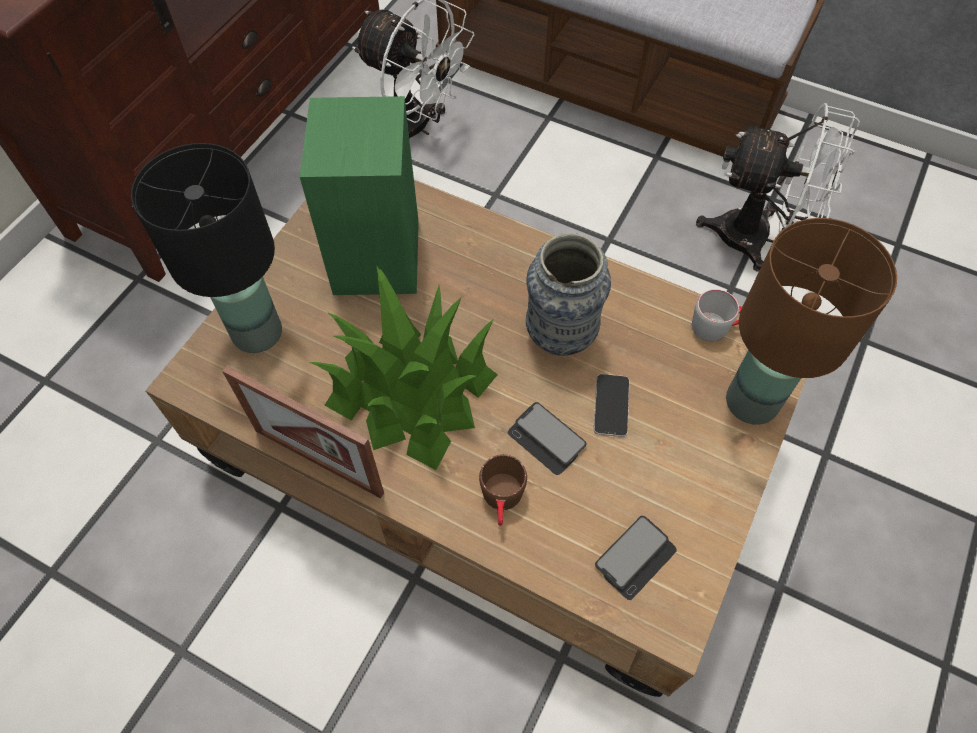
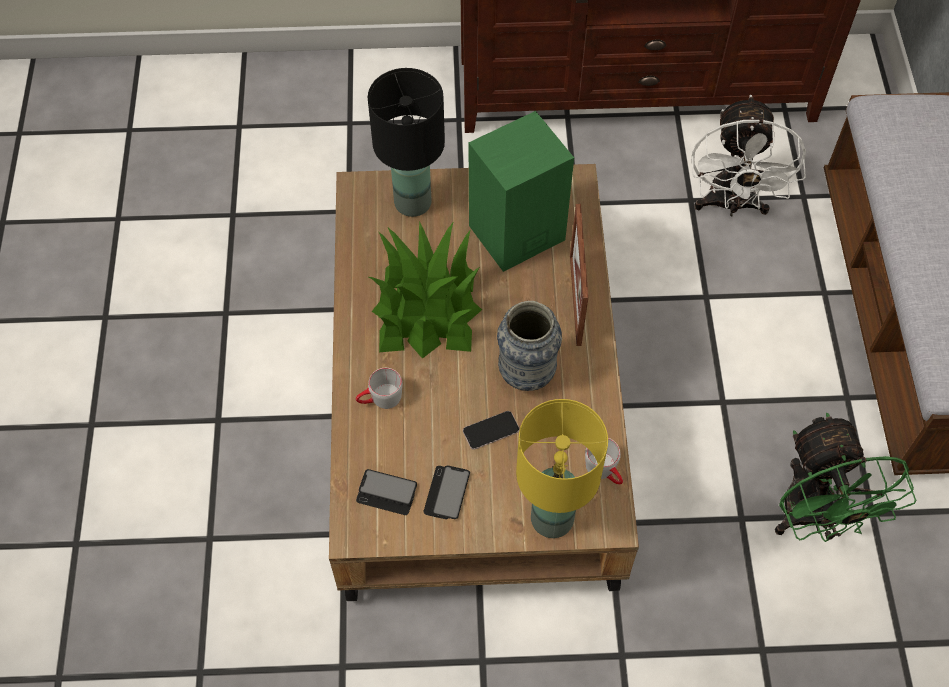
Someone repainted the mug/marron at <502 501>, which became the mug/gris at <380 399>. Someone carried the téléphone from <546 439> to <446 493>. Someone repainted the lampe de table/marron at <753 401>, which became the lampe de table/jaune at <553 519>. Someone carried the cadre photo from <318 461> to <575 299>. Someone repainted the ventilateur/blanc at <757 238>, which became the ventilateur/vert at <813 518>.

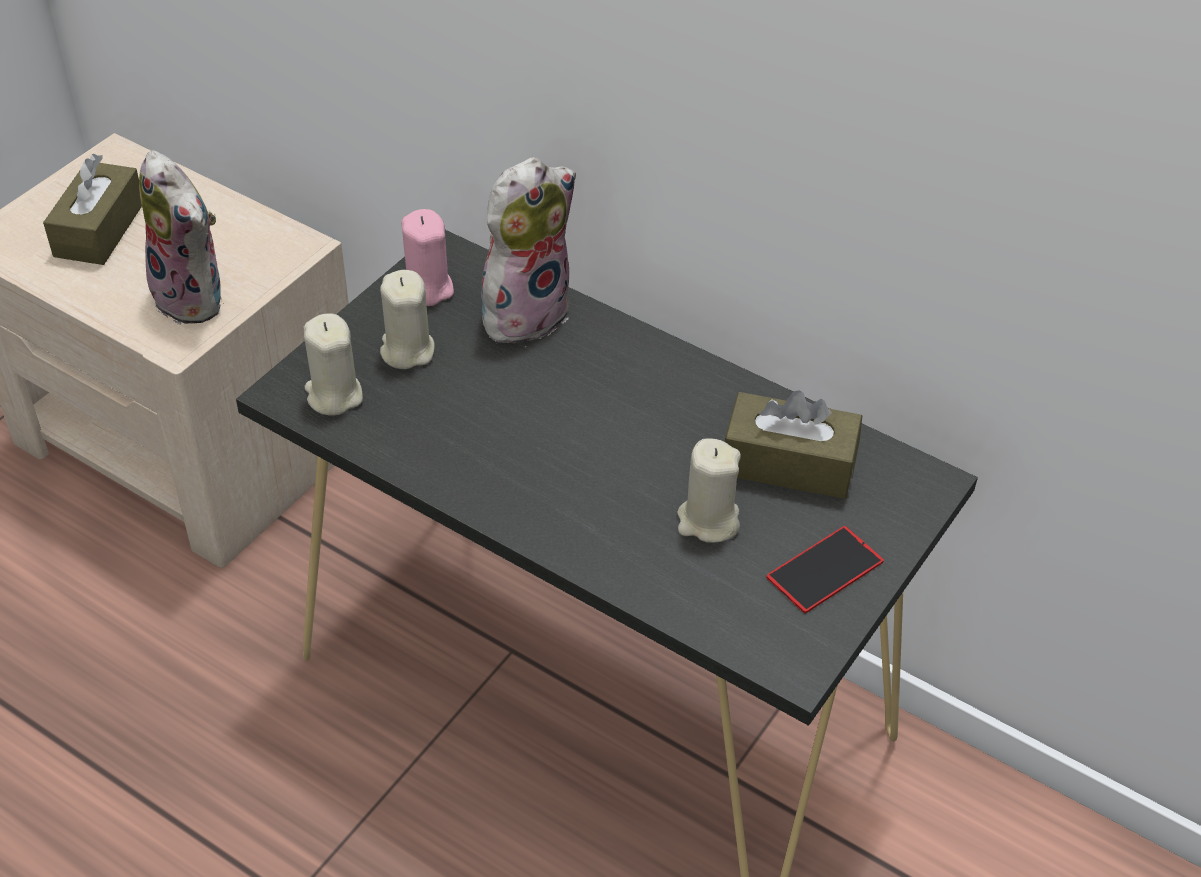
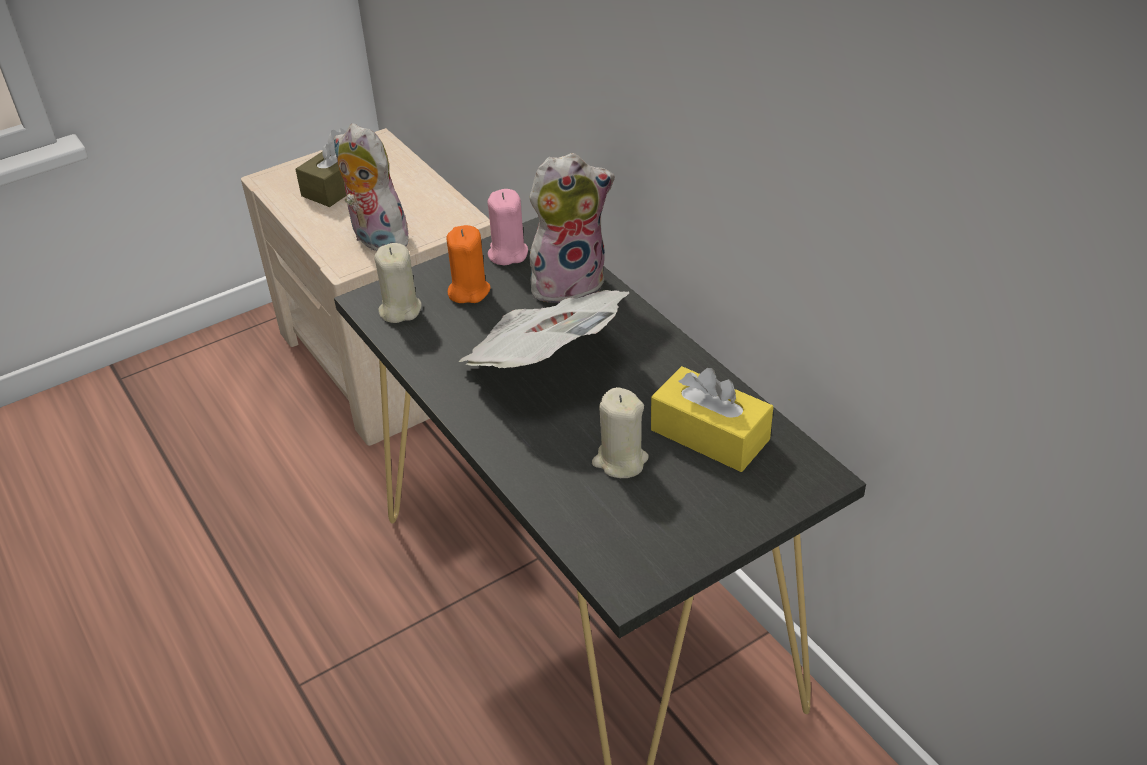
Someone rotated the peluche at <195 298> by 150 degrees clockwise. Someone repainted the bougie/beige at <407 350>, which became the bougie/orange at <468 291>. Someone put down the journal at <544 362>. Someone repainted the boîte à mouchoirs/marron at <788 463>, which became the boîte à mouchoirs/jaune at <709 435>. Someone took away the téléphone at <825 569>.

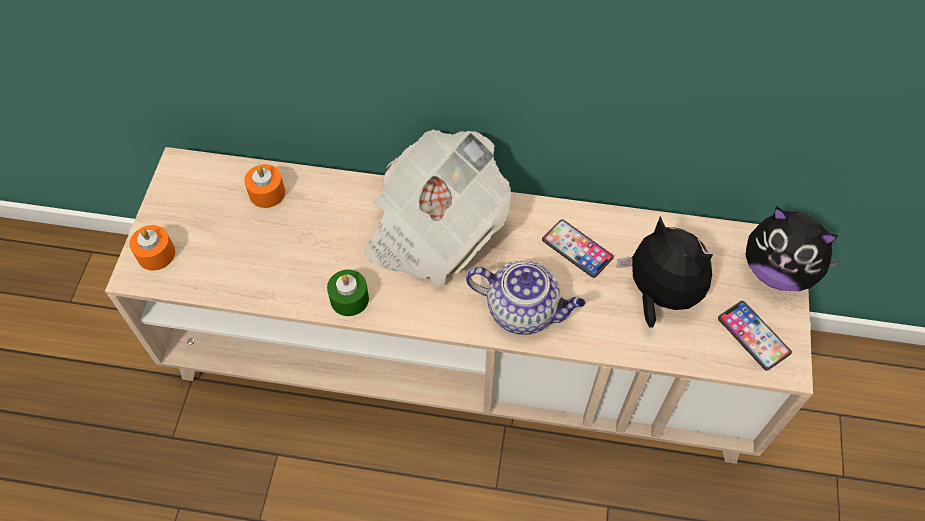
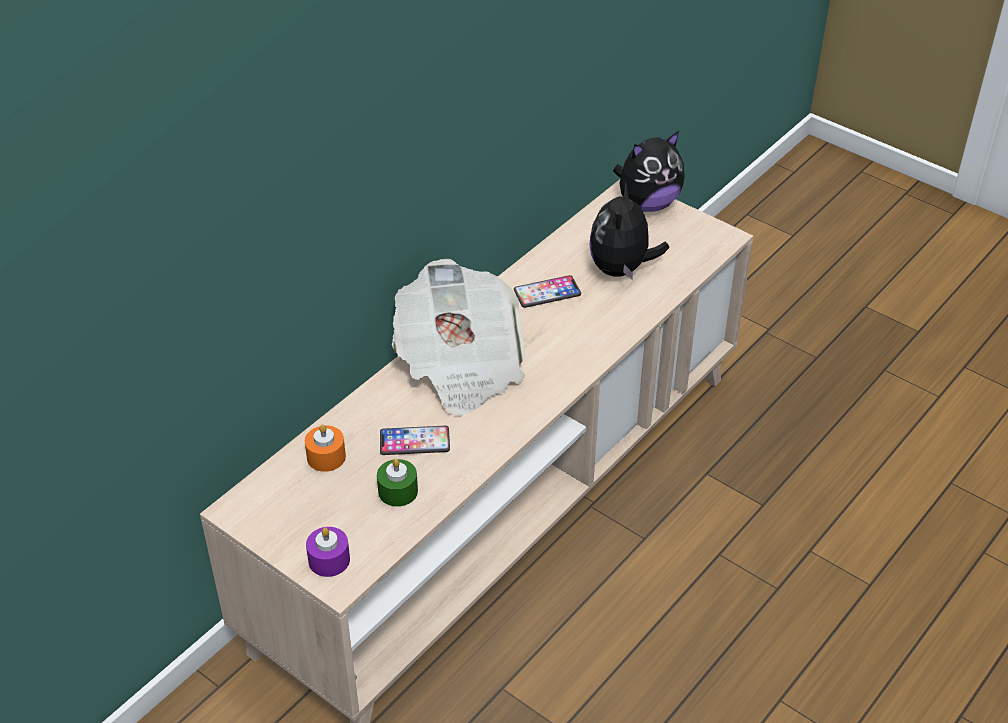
Someone repainted the bougie/orange at <156 254>, which became the bougie/violet at <329 560>. Someone carried the bougie/vert from <349 299> to <398 491>. Someone carried the téléphone from <753 336> to <414 441>. Someone rotated the peluche at <659 295> by 60 degrees counterclockwise. Someone took away the théière at <524 310>.

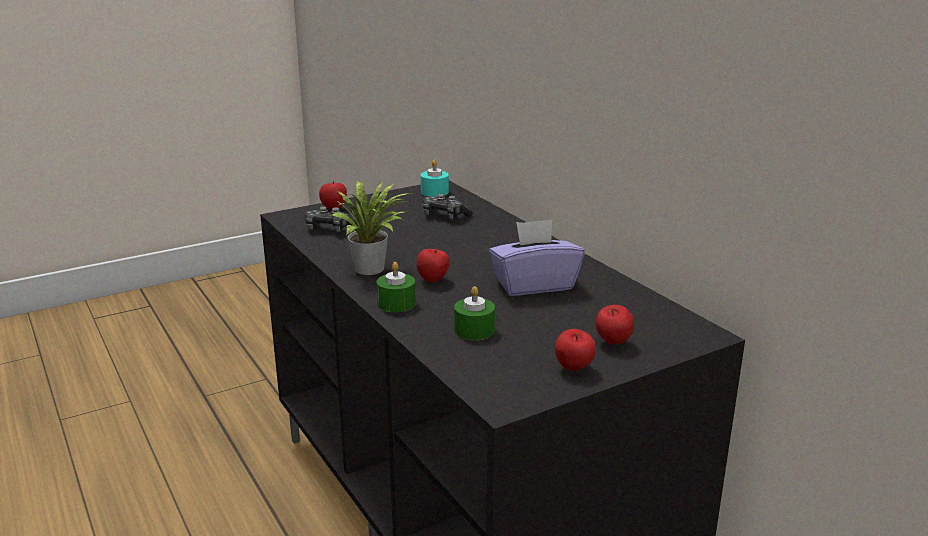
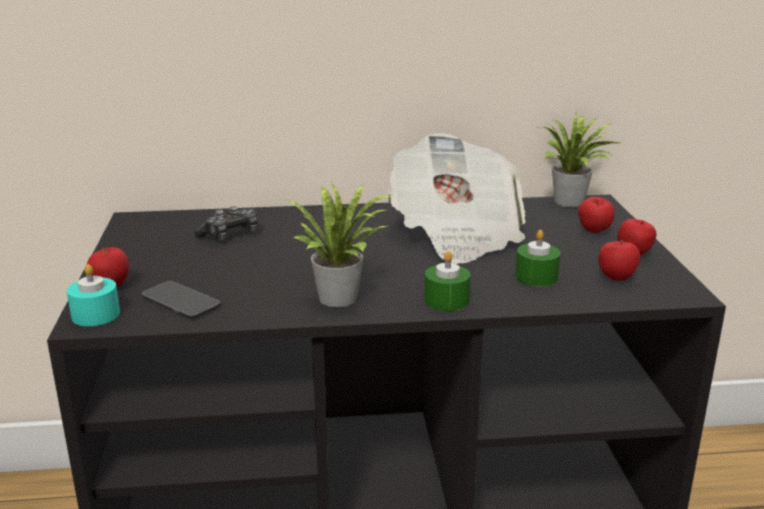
Someone carried the bougie/turquoise from <434 192> to <95 315>. Someone swapped the manette at <329 229> for the téléphone at <181 301>. Someone swapped the boîte à mouchoirs/violet at <534 285> for the journal at <456 233>. Someone put down the plante en pot at <571 203>. Someone carried the pomme from <433 281> to <616 278>.

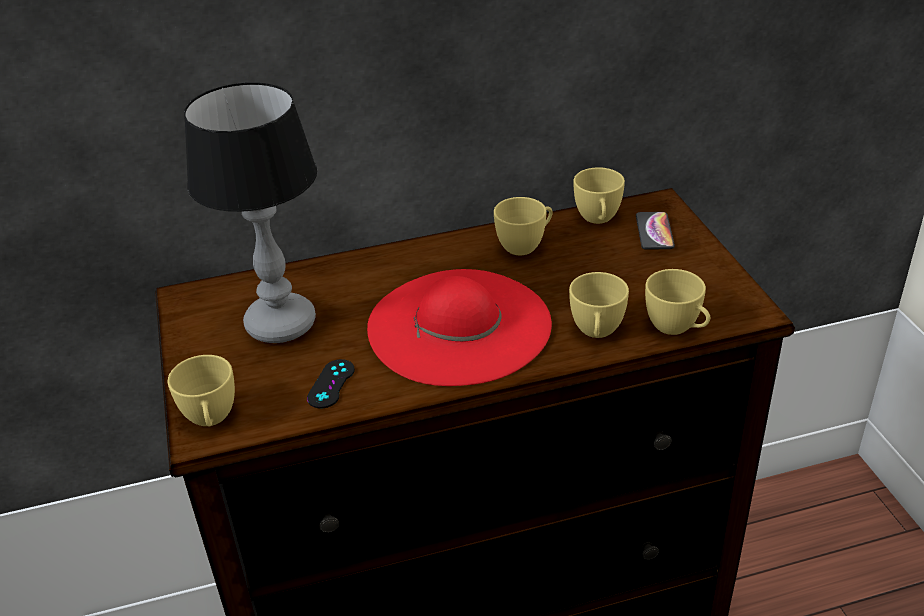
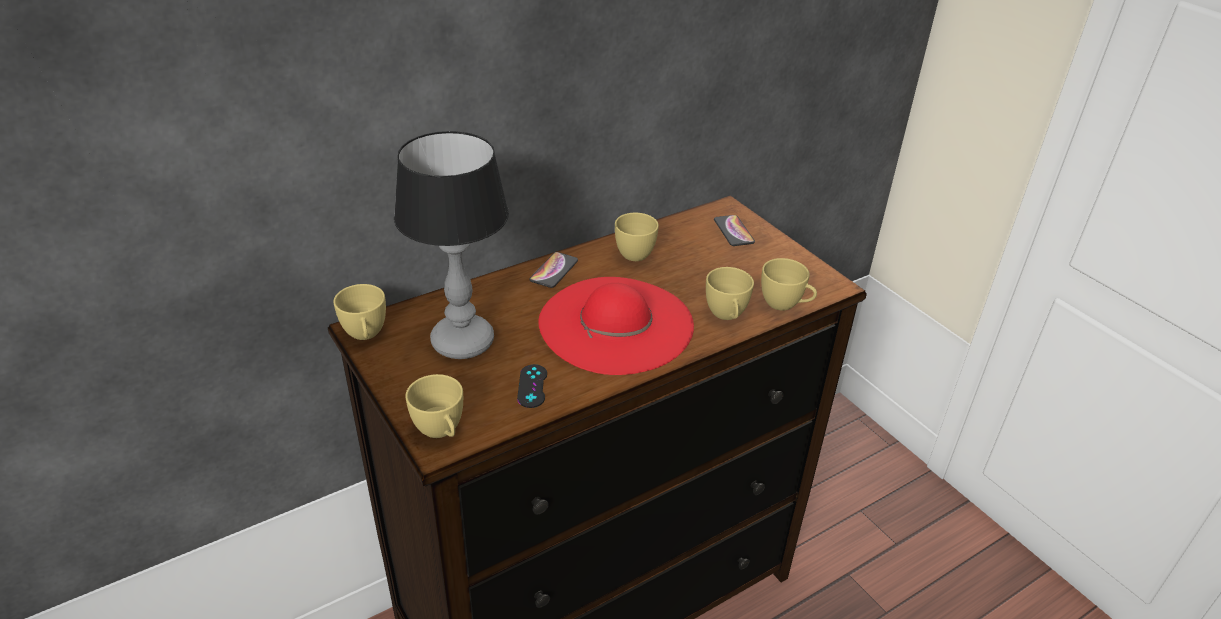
Someone carried the tasse/jaune from <598 220> to <365 335>. Someone put down the téléphone at <554 270>.

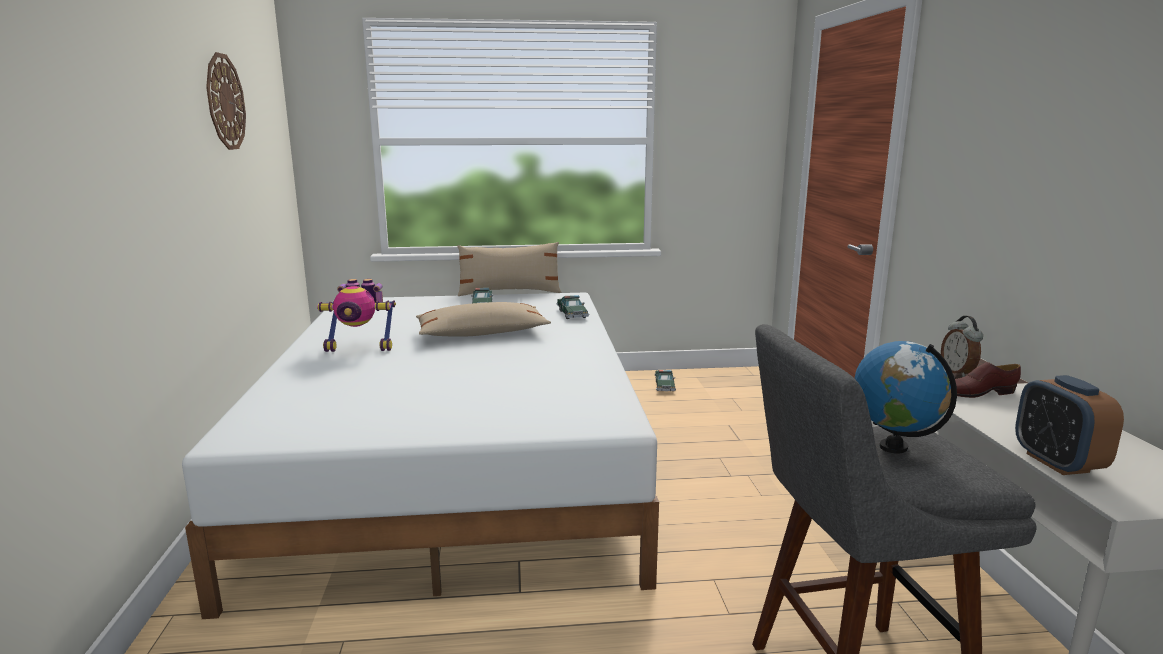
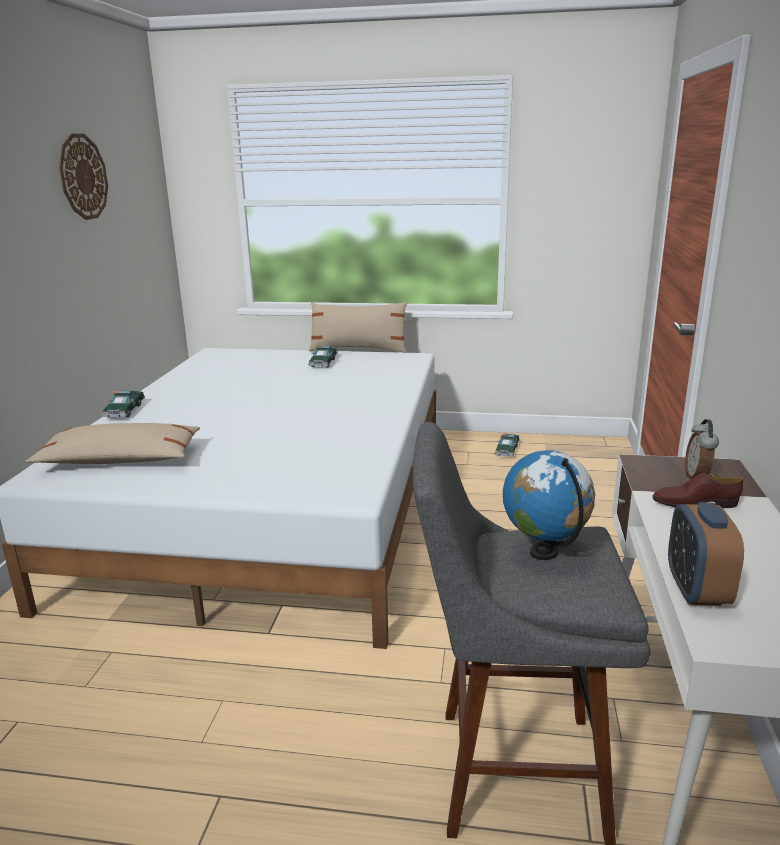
Someone carried the coussin/beige from <482 333> to <120 460>. Someone carried the petite voiture from <572 314> to <125 411>. Someone took away the robot jouet at <361 348>.

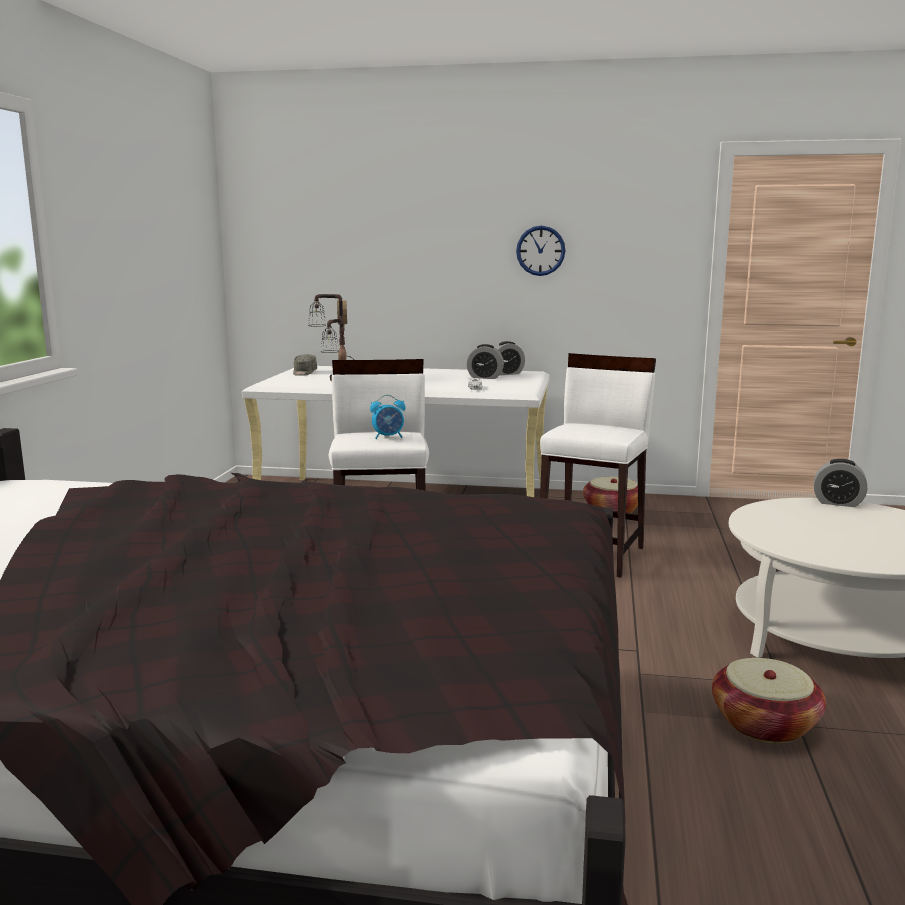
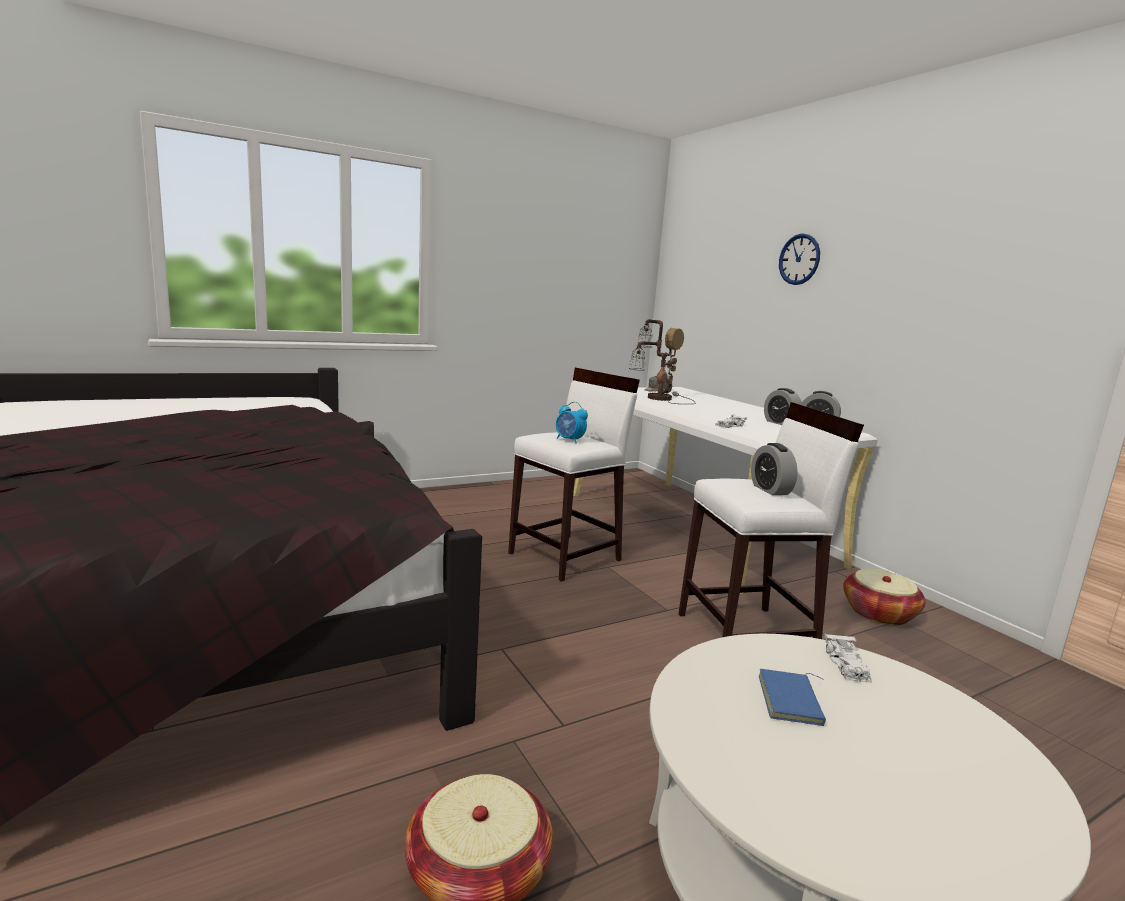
Someone carried the réveil from <838 503> to <770 490>. Someone put down the livre/bleu at <792 701>. Someone carried the horloge murale from <540 250> to <799 259>. Someone put down the petite voiture/blanc at <847 665>.

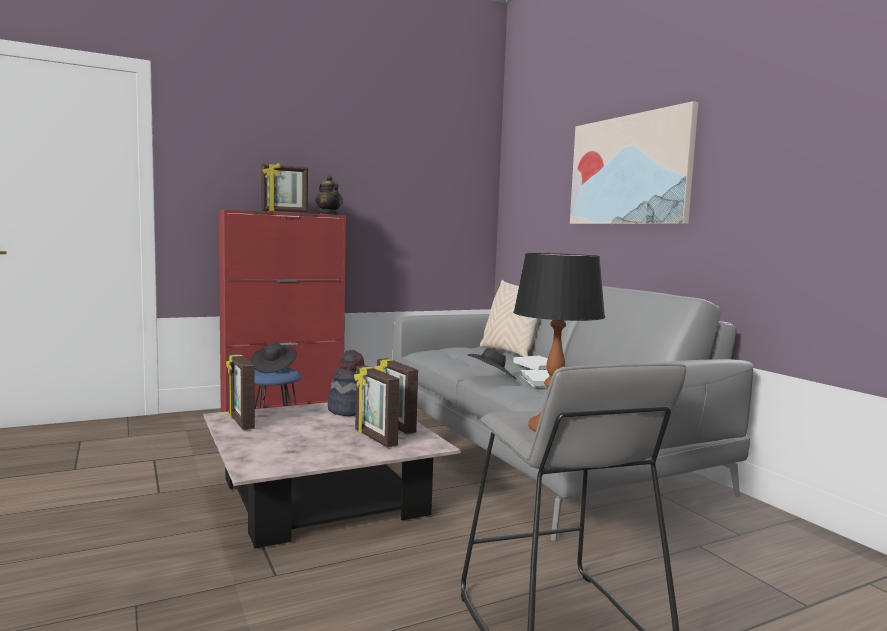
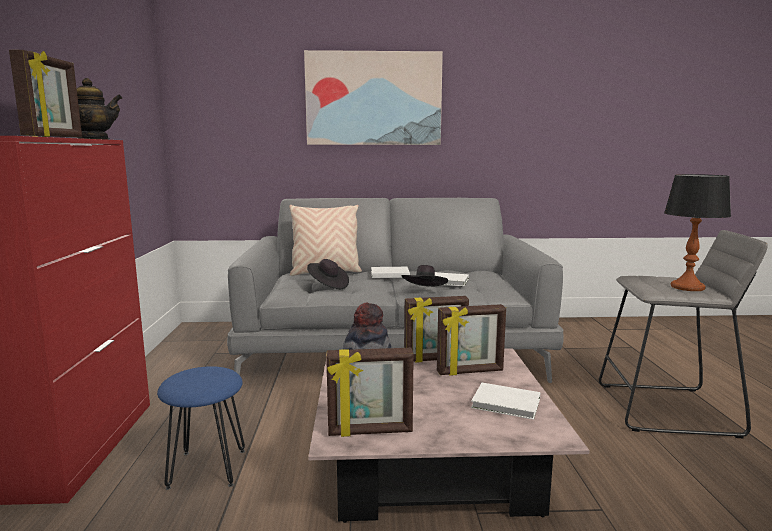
Someone carried the chapeau/noir from <273 369> to <328 285>. Someone put down the livre/blanc at <507 404>.

